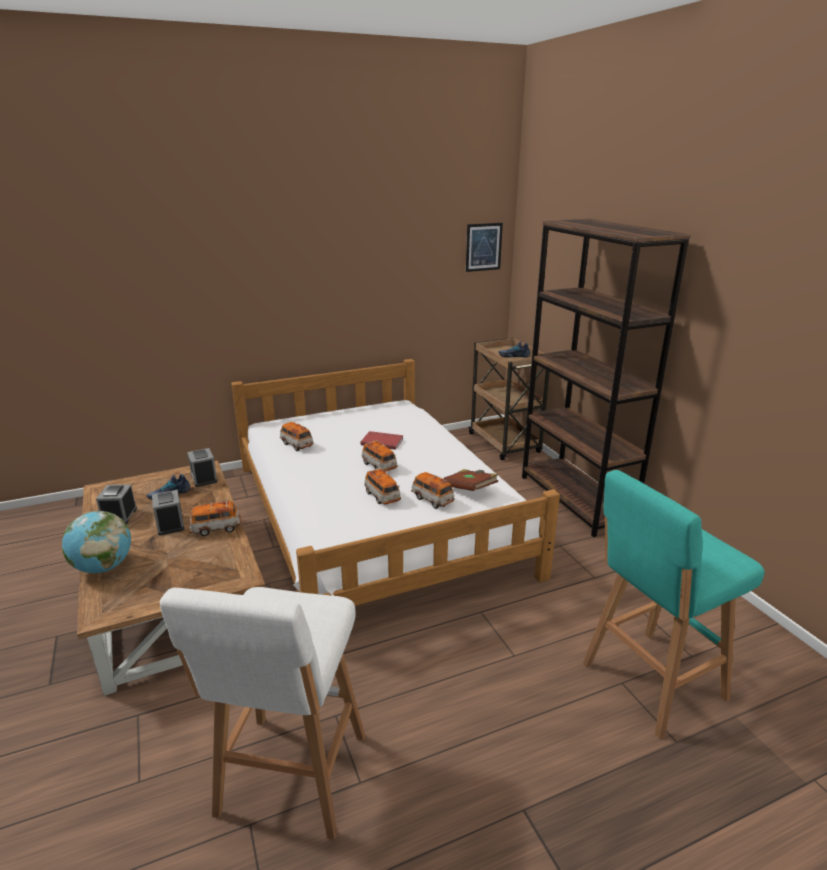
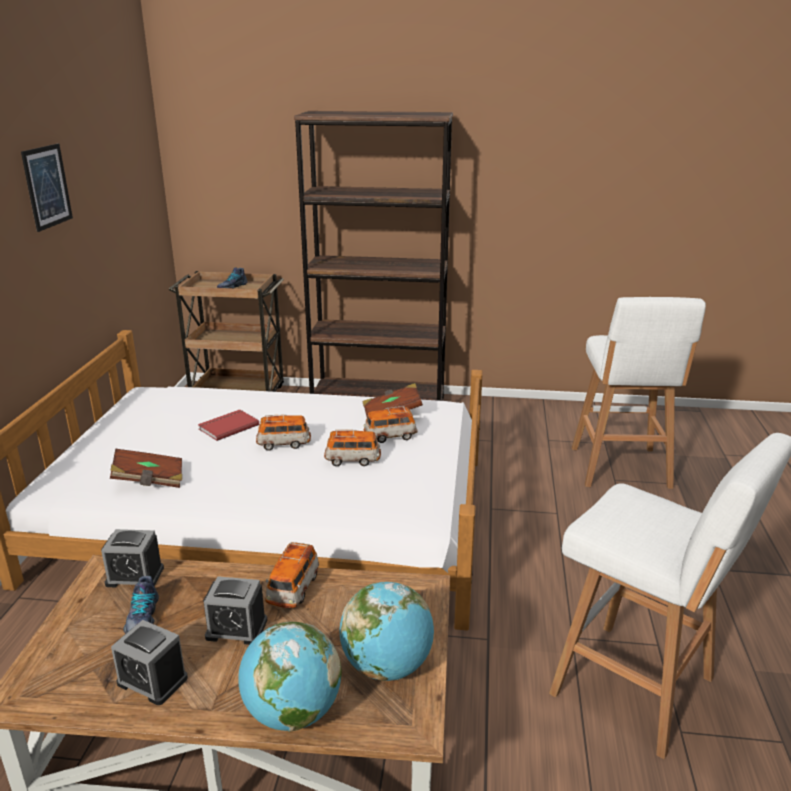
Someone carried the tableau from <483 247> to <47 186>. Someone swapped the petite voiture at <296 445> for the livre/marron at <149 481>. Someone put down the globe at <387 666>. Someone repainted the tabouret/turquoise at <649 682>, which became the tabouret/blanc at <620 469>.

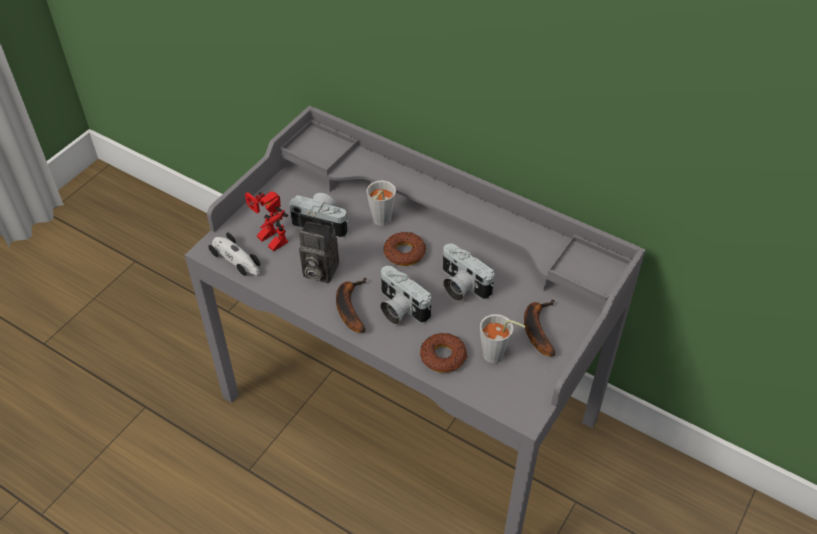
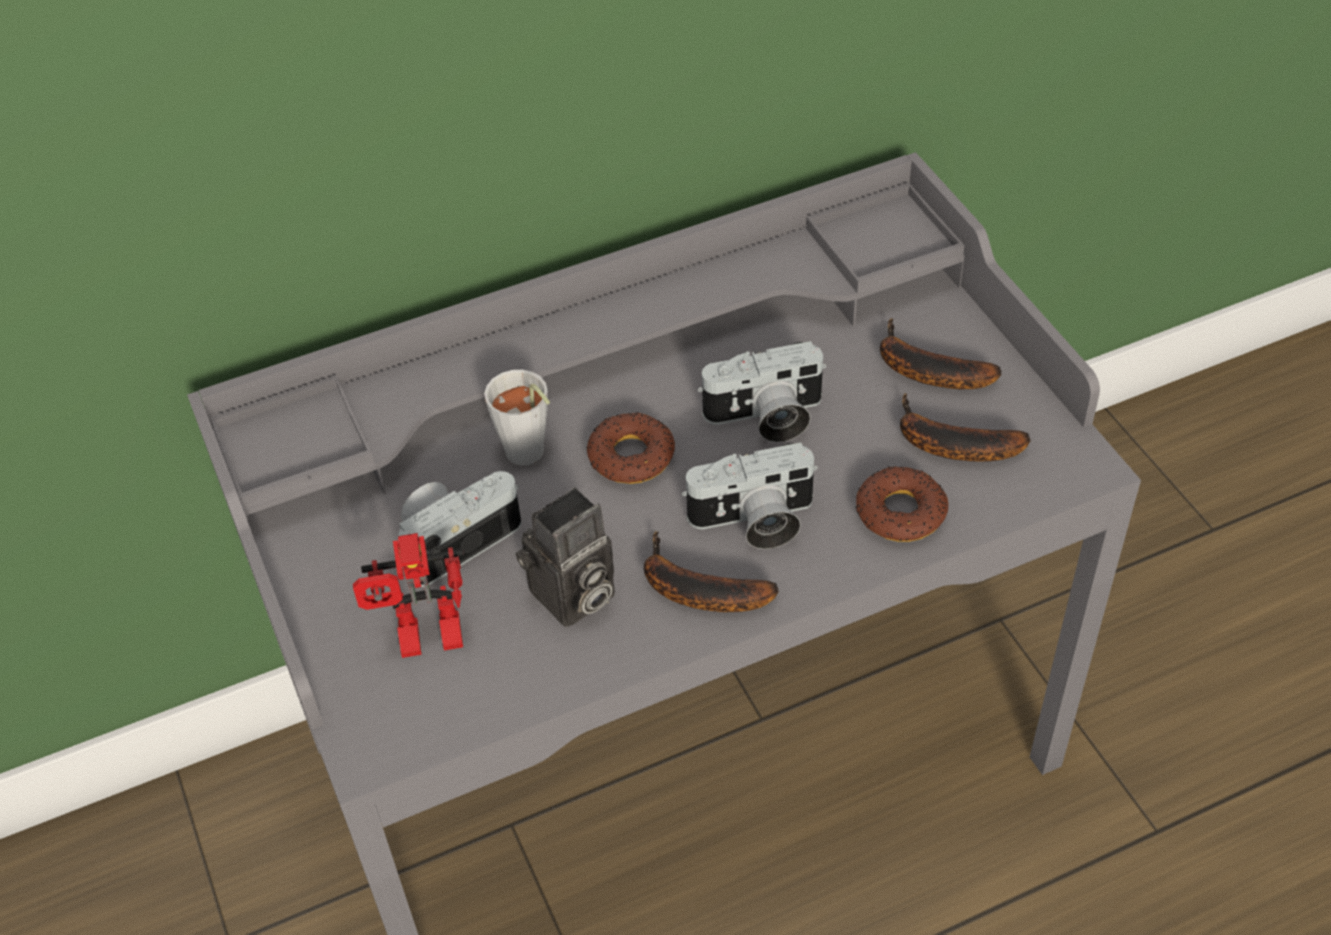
Someone swapped the tasse/gris at <497 357> for the banane at <949 444>. Someone took away the petite voiture at <236 259>.

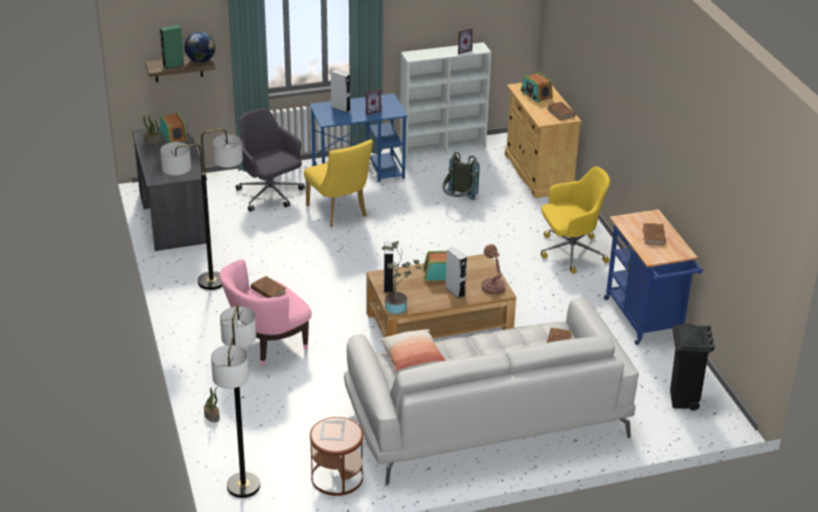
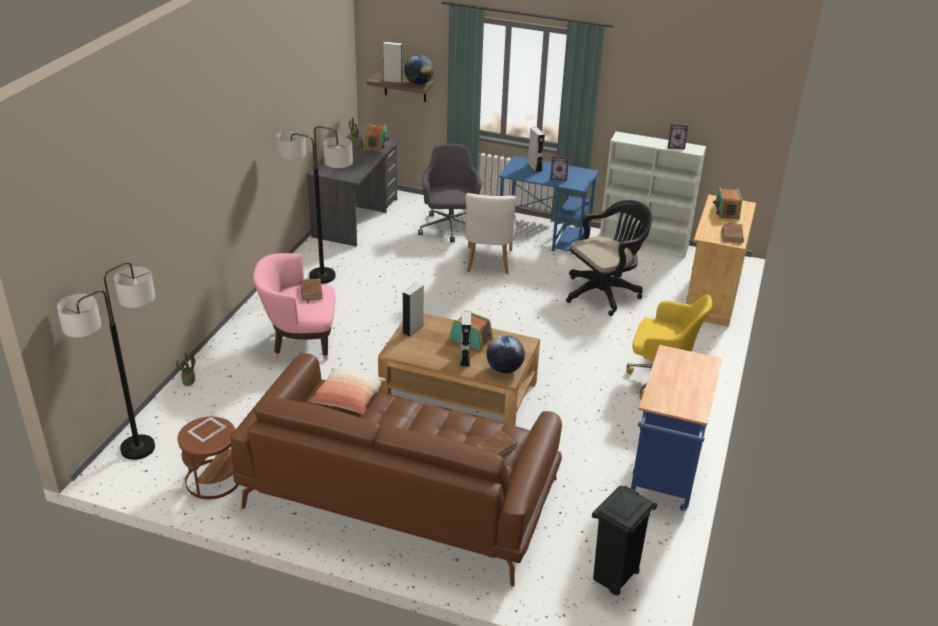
Someone repainted the canapé/blanc at <485 417>, which became the canapé/marron at <399 493>. Someone repainted the enceinte/vert at <173 65>, which became the enceinte/gris at <393 81>. Someone repainted the chaise/jaune at <339 213>, which became the chaise/blanc at <488 263>. Someone swapped the lampe de table/marron at <492 286> for the globe at <504 369>. Someone swapped the sac à dos/gris at <458 201> for the chaise de bureau/noir at <604 293>. Someone took away the plante en pot at <398 306>. Someone took away the livre/marron at <654 236>.

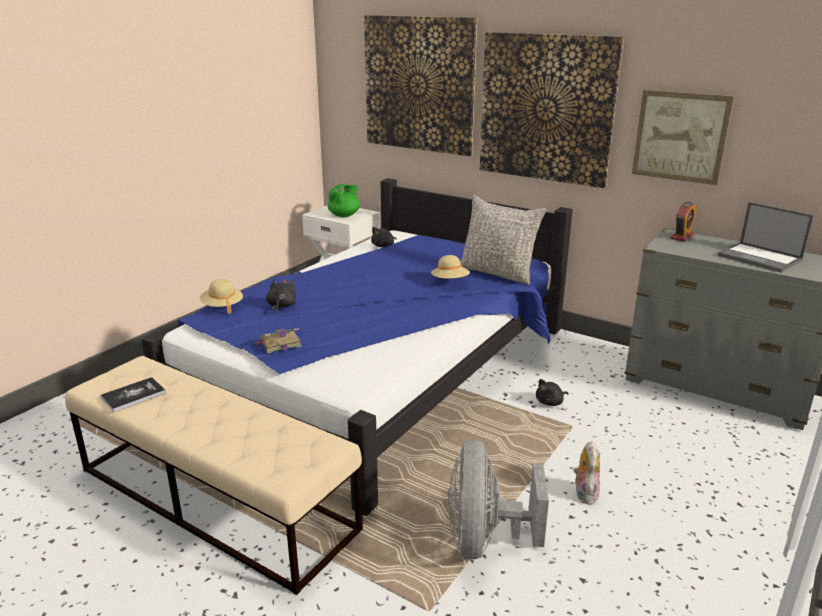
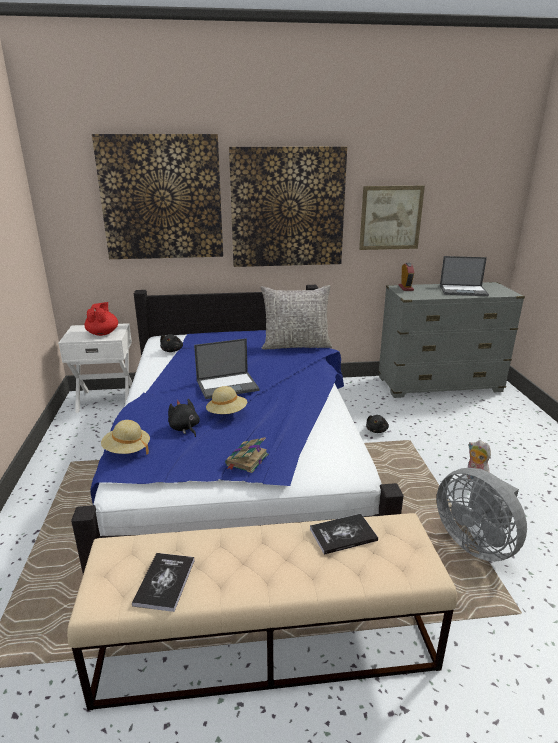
Someone repainted the théière/vert at <344 215>, which became the théière/rouge at <103 333>. Someone put down the ordinateur portable at <228 385>. Someone carried the chapeau/beige from <450 281> to <227 413>. Someone put down the livre at <343 535>.

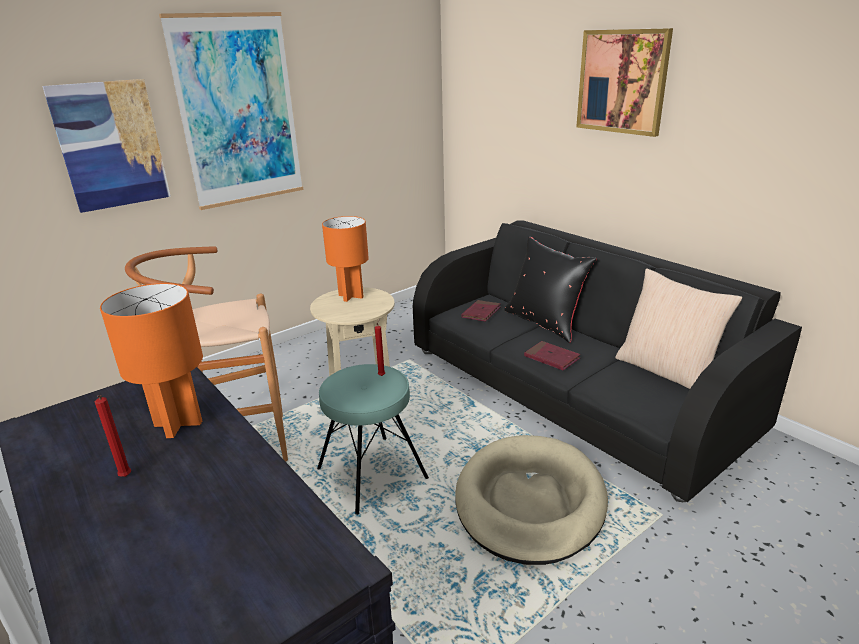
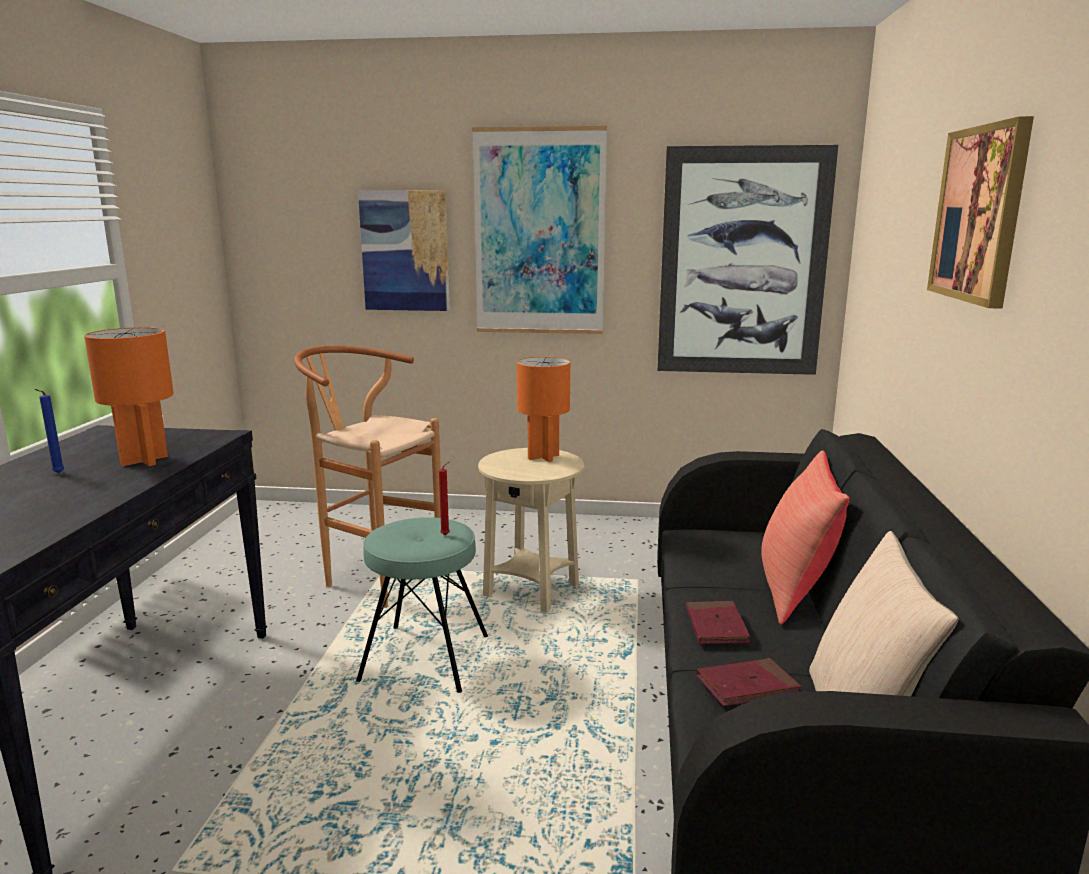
Someone repainted the bougie/rouge at <125 477>, which became the bougie/bleu at <57 473>. Someone put up the tableau at <742 263>. Someone carried the livre/rouge from <481 313> to <747 686>. Someone repainted the coussin/noir at <545 322>, which became the coussin/rouge at <795 589>. Someone took away the panier pour chien/beige at <529 501>.

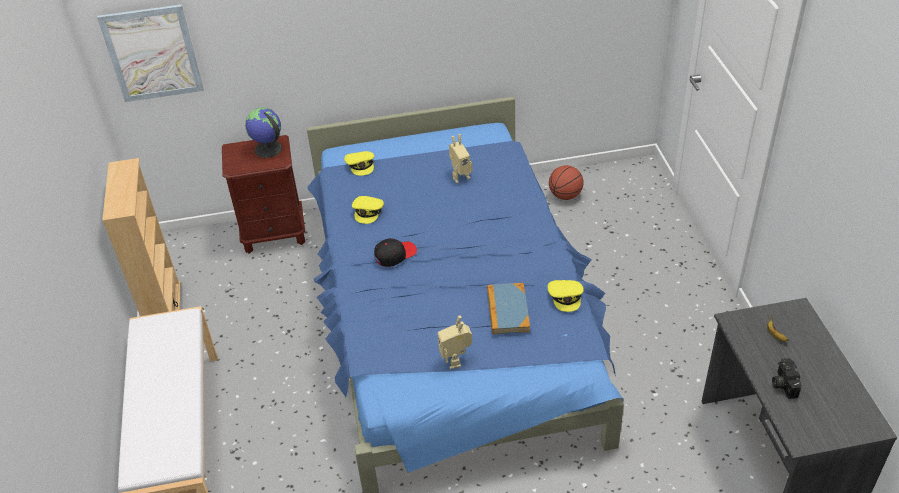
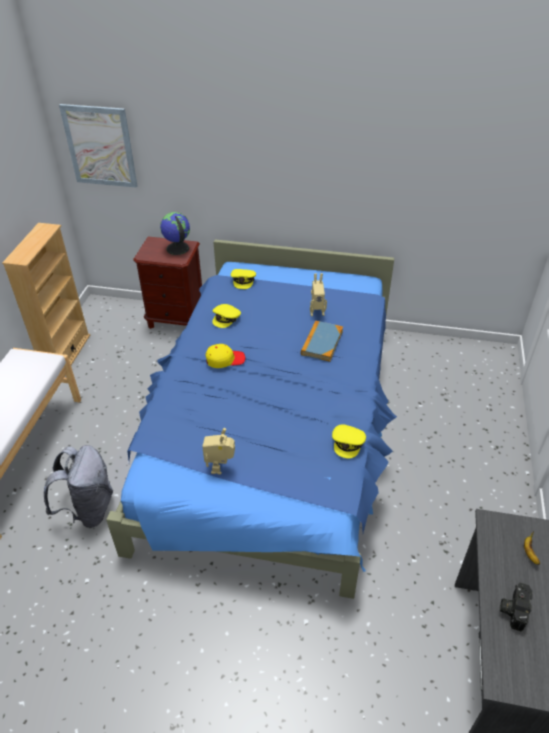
Someone put down the sac à dos/gris at <88 509>. Someone repainted the casquette/noir at <395 255>, which became the casquette/jaune at <225 359>. Someone carried the livre from <508 310> to <322 342>. Someone took away the ballon de basket at <565 196>.

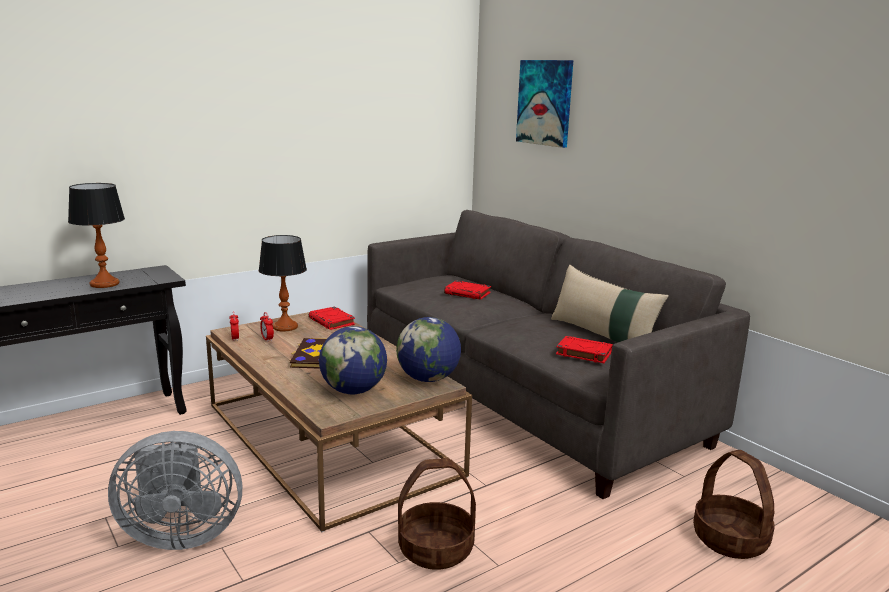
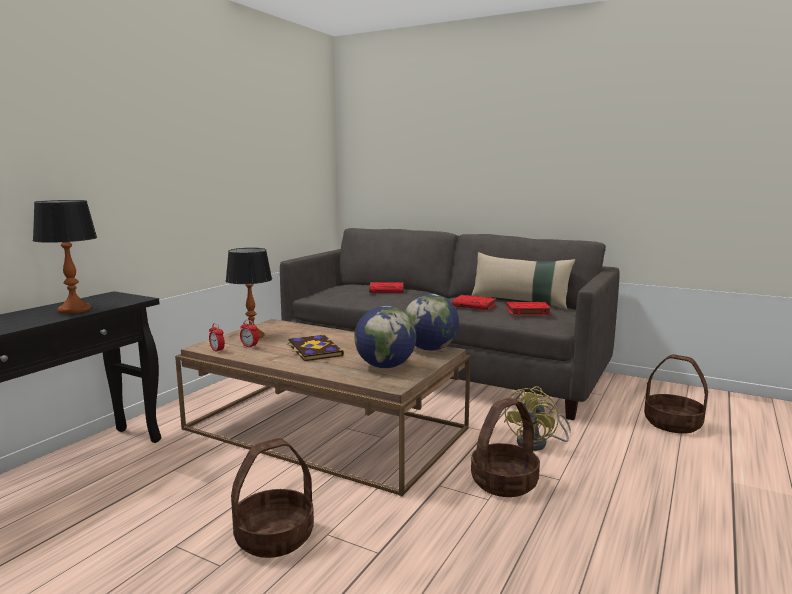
Someone swapped the ventilateur/gris at <180 535> for the panier at <274 536>. Someone carried the livre/rouge from <332 322> to <474 305>. Someone put down the ventilateur/jaune at <538 443>. Someone took away the tableau at <545 102>.

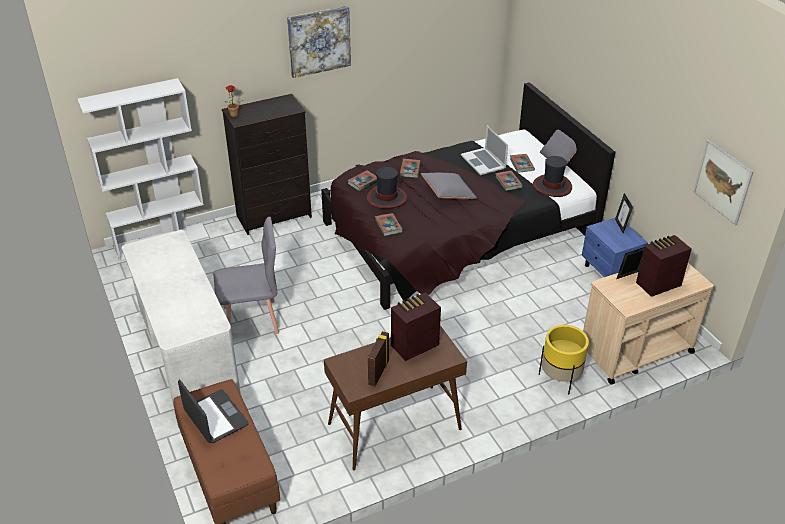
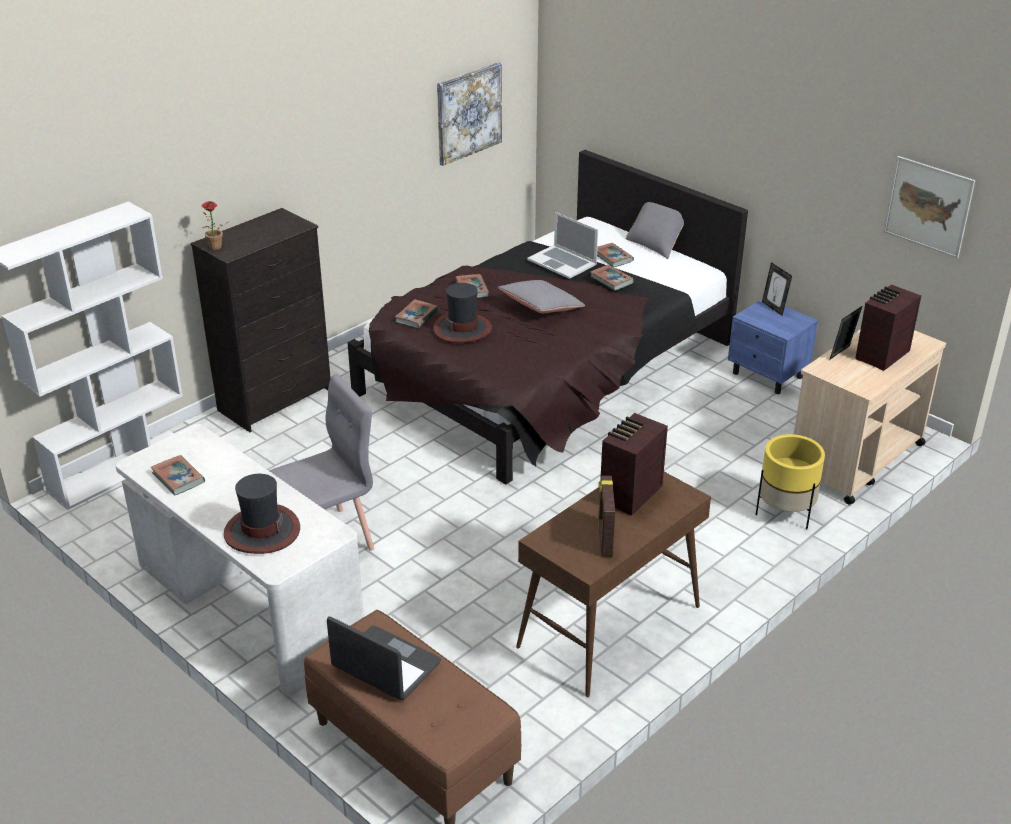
Someone carried the livre from <388 226> to <178 478>. Someone carried the chapeau from <552 186> to <261 531>. Someone carried the tableau from <319 41> to <468 113>.

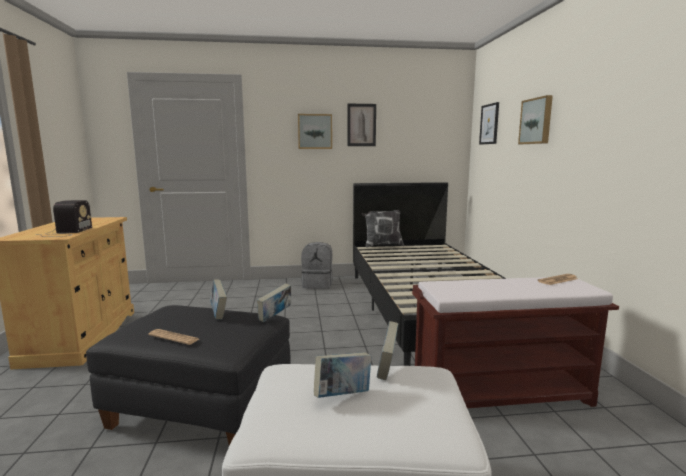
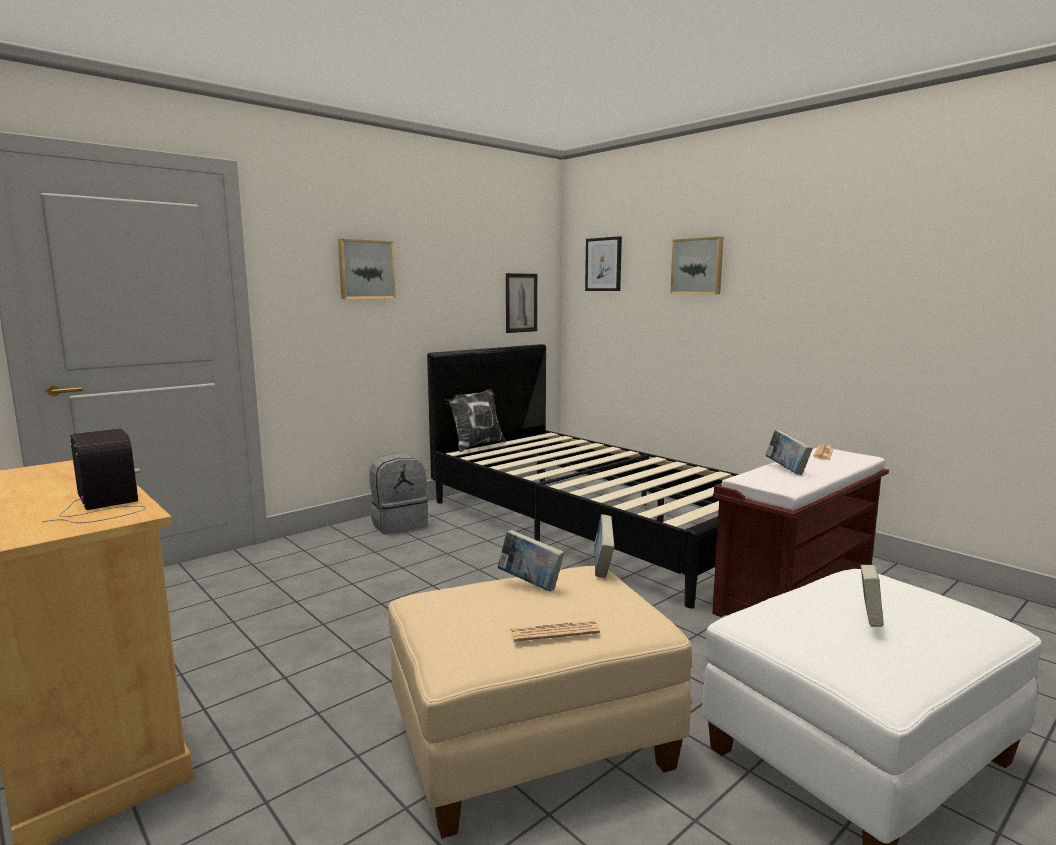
Someone repainted the pouf/noir at <201 408>, which became the pouf/beige at <531 744>. Someone carried the tableau from <361 125> to <521 303>. Someone carried the livre from <387 369> to <786 470>.

